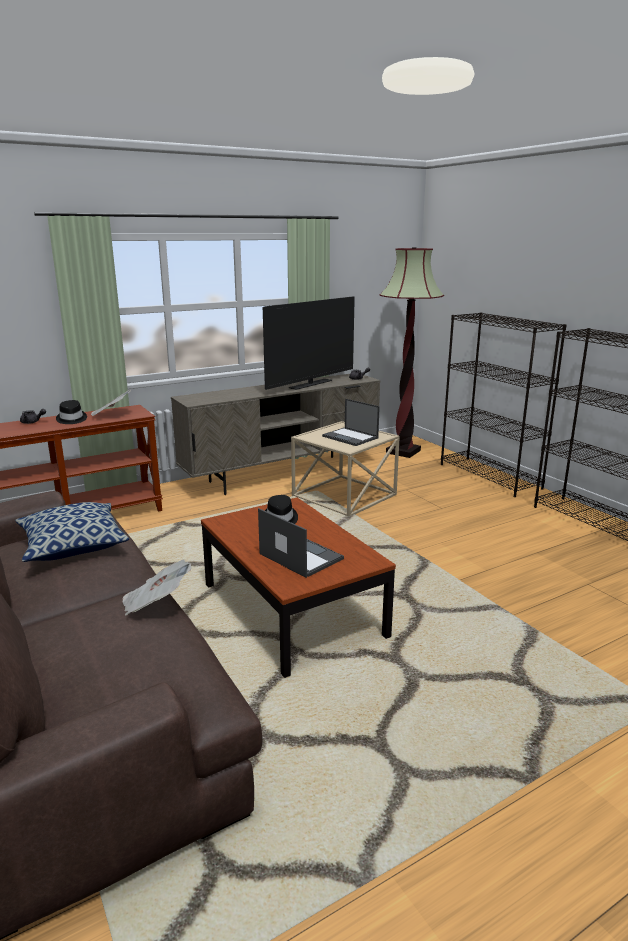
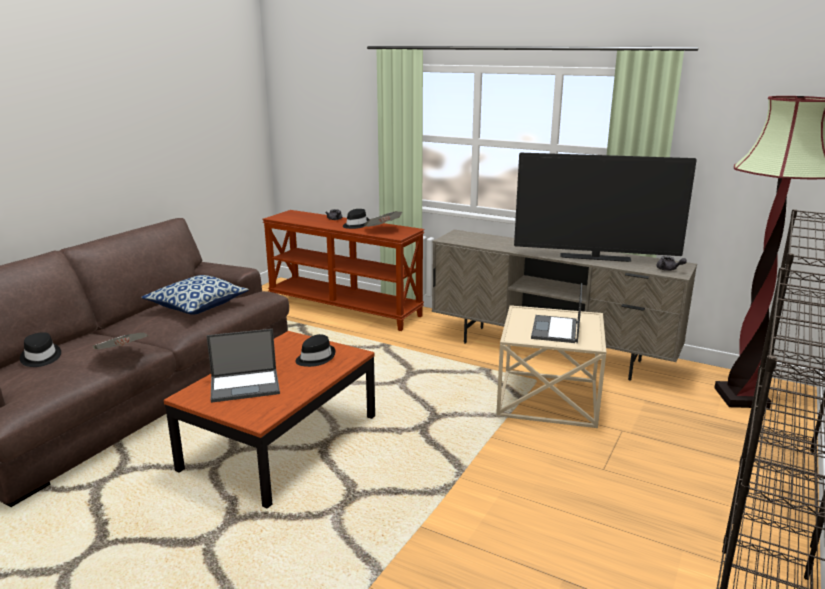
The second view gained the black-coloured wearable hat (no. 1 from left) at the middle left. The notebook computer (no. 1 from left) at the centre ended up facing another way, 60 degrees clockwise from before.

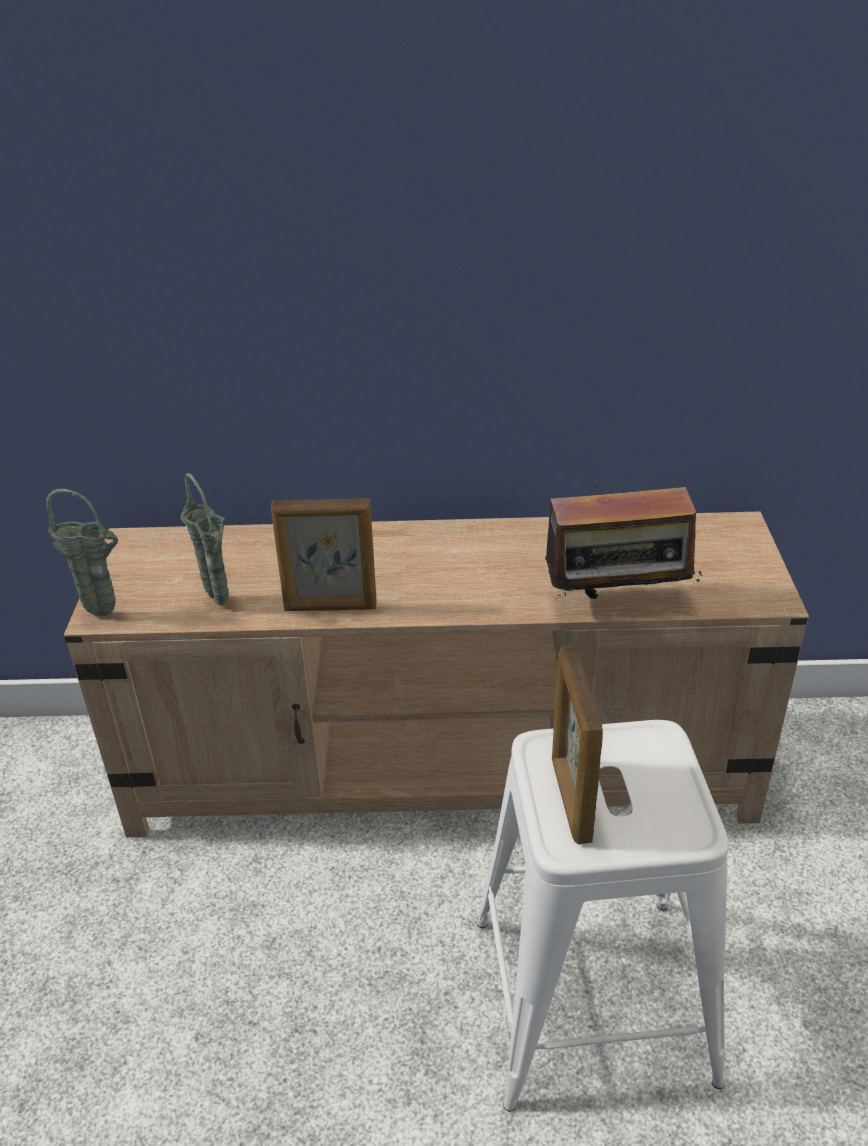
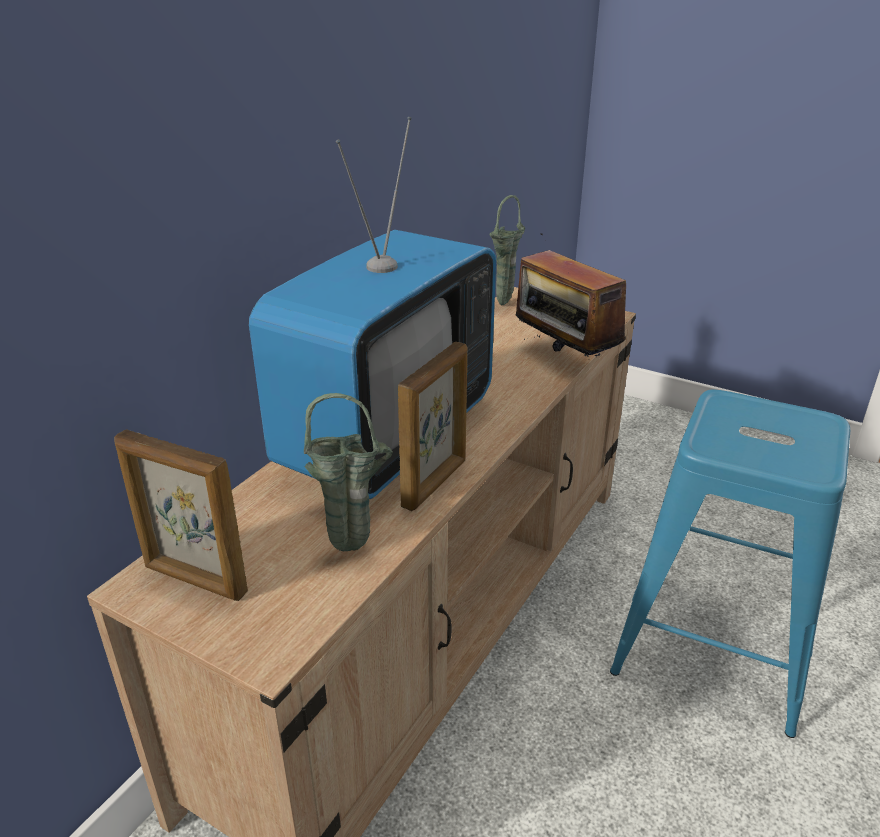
The second view gained the TV at the centre. The greenish decorative vase (no. 1 from left in the first image) ended up elsewhere, having gone from the middle left to the top centre. The picture frame (no. 2 from left in the first image) ended up elsewhere, having gone from the centre to the middle left. What was the white-coloured sitting stool at the bottom right turned into the bluish sitting stool at the bottom right. The radio set at the middle right ended up facing another way, 120 degrees clockwise from before.

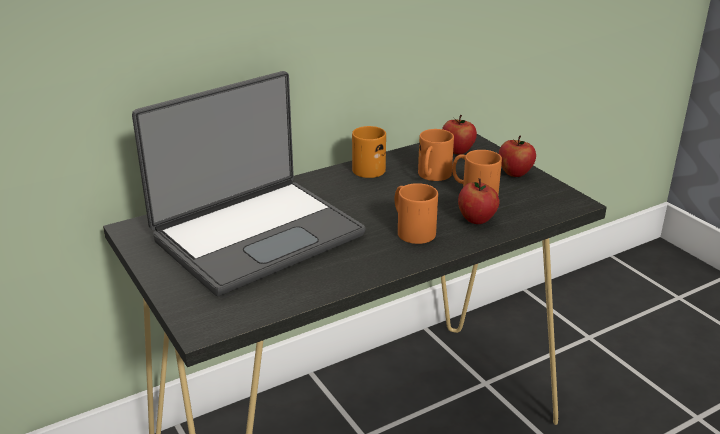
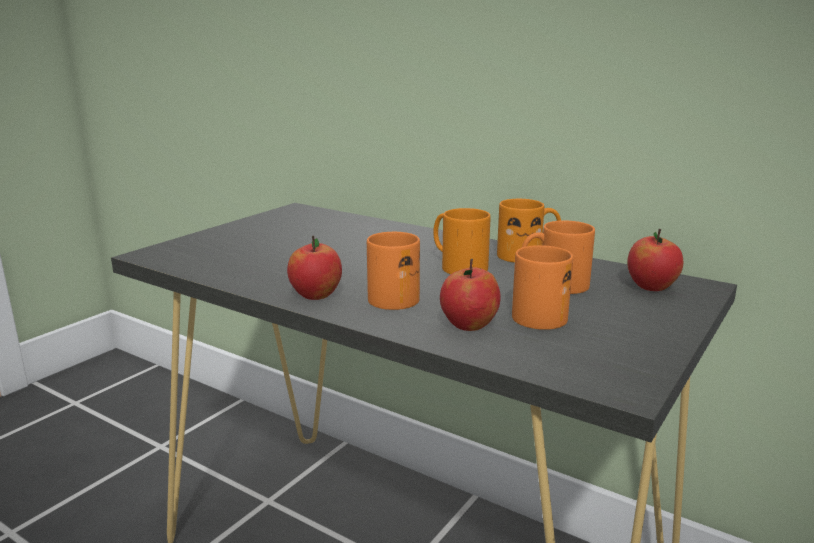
The second view lost the notebook computer at the centre. The second view gained the orangey coffee mug (no. 2 from left) at the centre. The apple (no. 3 from left in the first image) ended up elsewhere, having gone from the middle right to the centre.

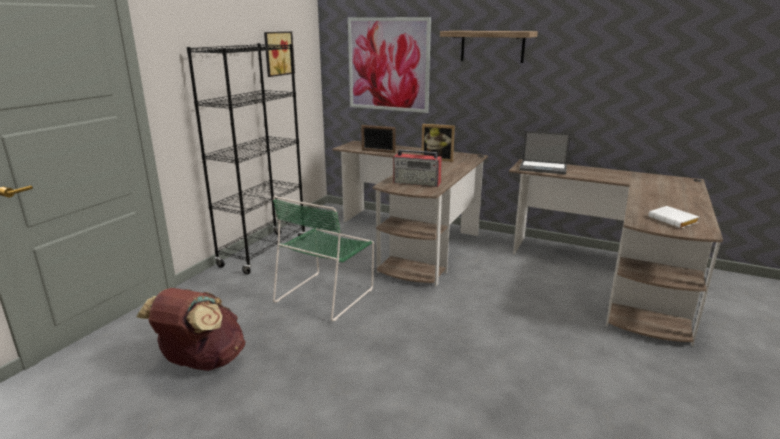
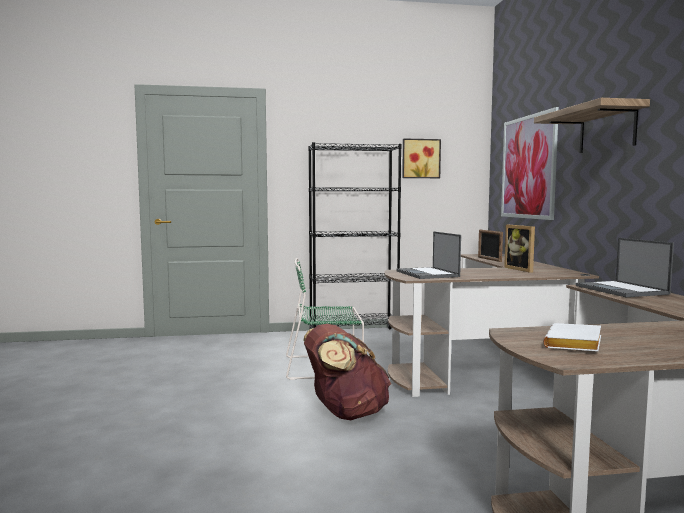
The brown backpack ended up elsewhere, having gone from the bottom left to the bottom centre. Where the radio set stood at the centre, the notebook computer (no. 1 from left) came to stand at the centre.

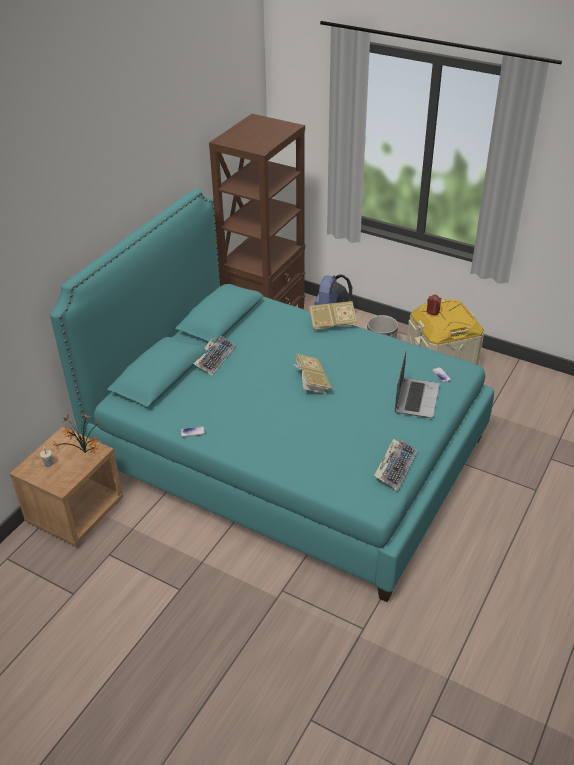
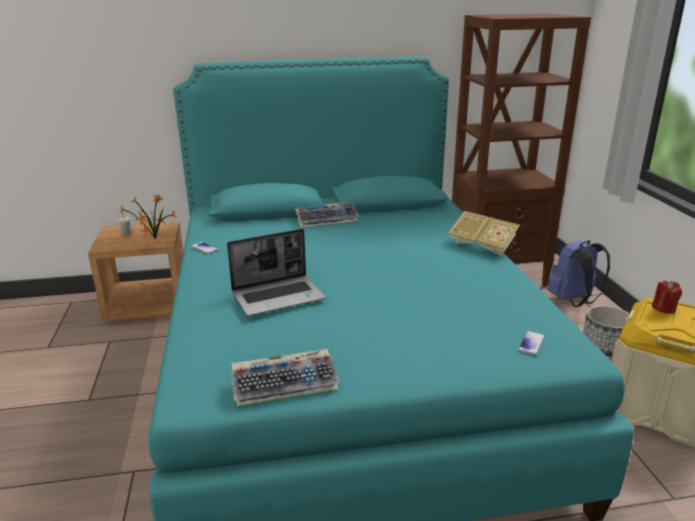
The second view lost the volume (no. 1 from left) at the centre. The notebook computer ended up elsewhere, having gone from the middle right to the centre.

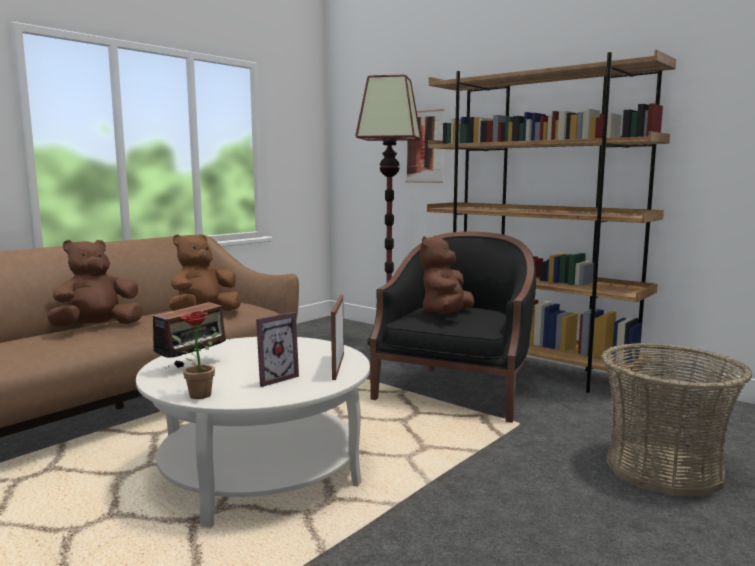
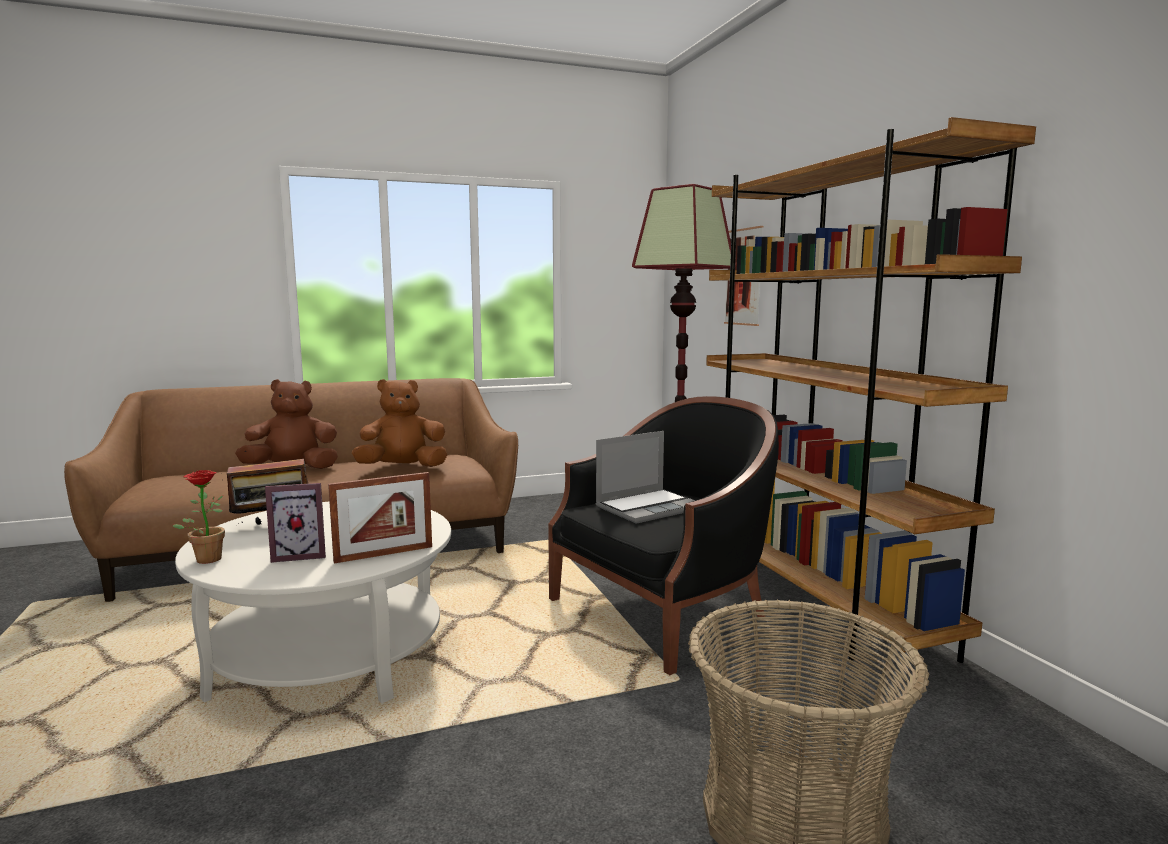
Where the brown cuddly toy (no. 3 from left) stood at the centre, the notebook computer came to stand at the centre. The picture frame (no. 2 from left) at the centre ended up facing another way, 150 degrees counterclockwise from before.

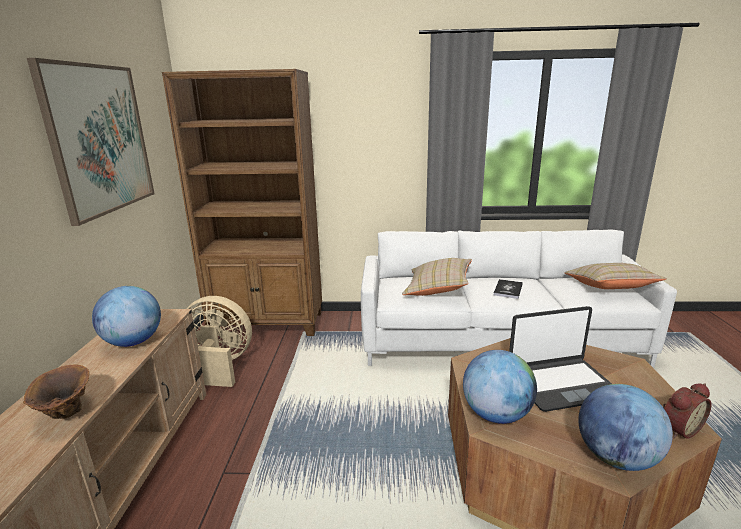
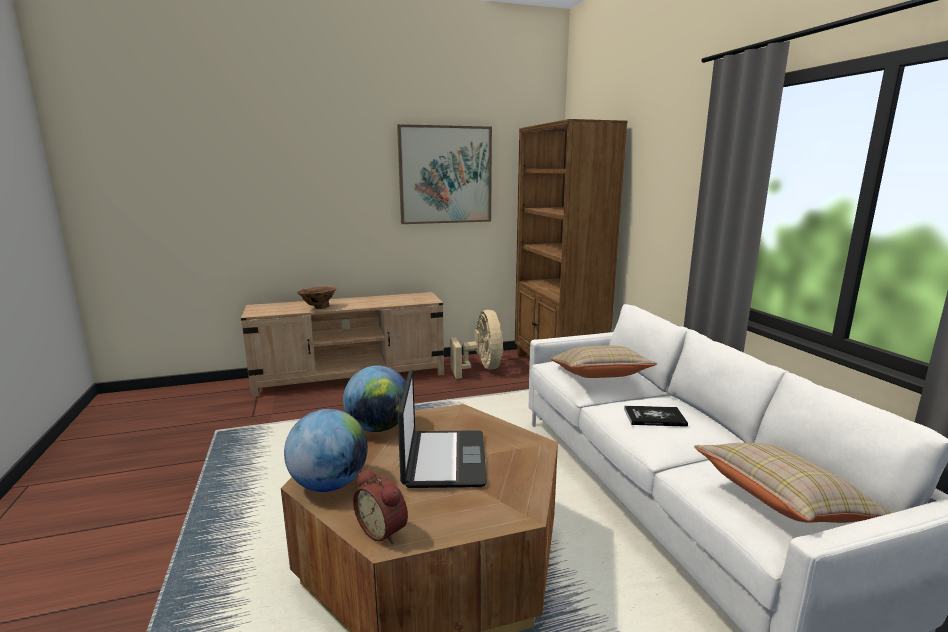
The second view lost the world globe (no. 1 from left) at the middle left. The notebook computer at the bottom right ended up facing another way, 150 degrees counterclockwise from before.

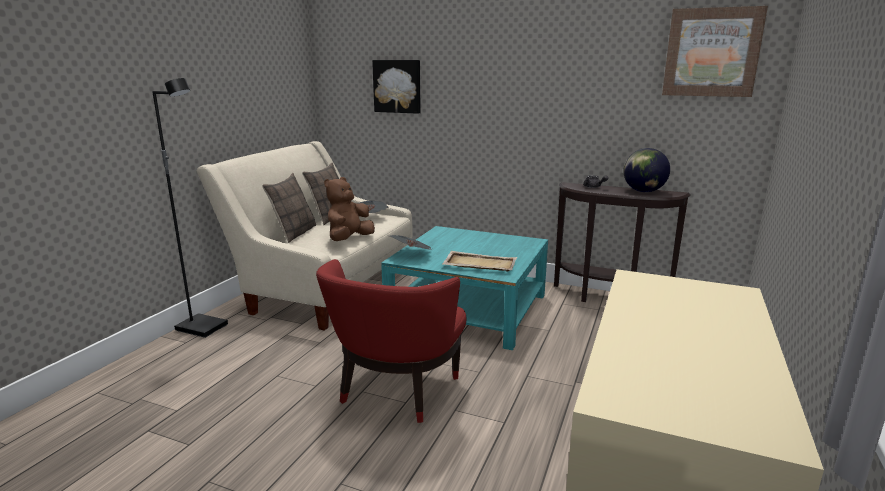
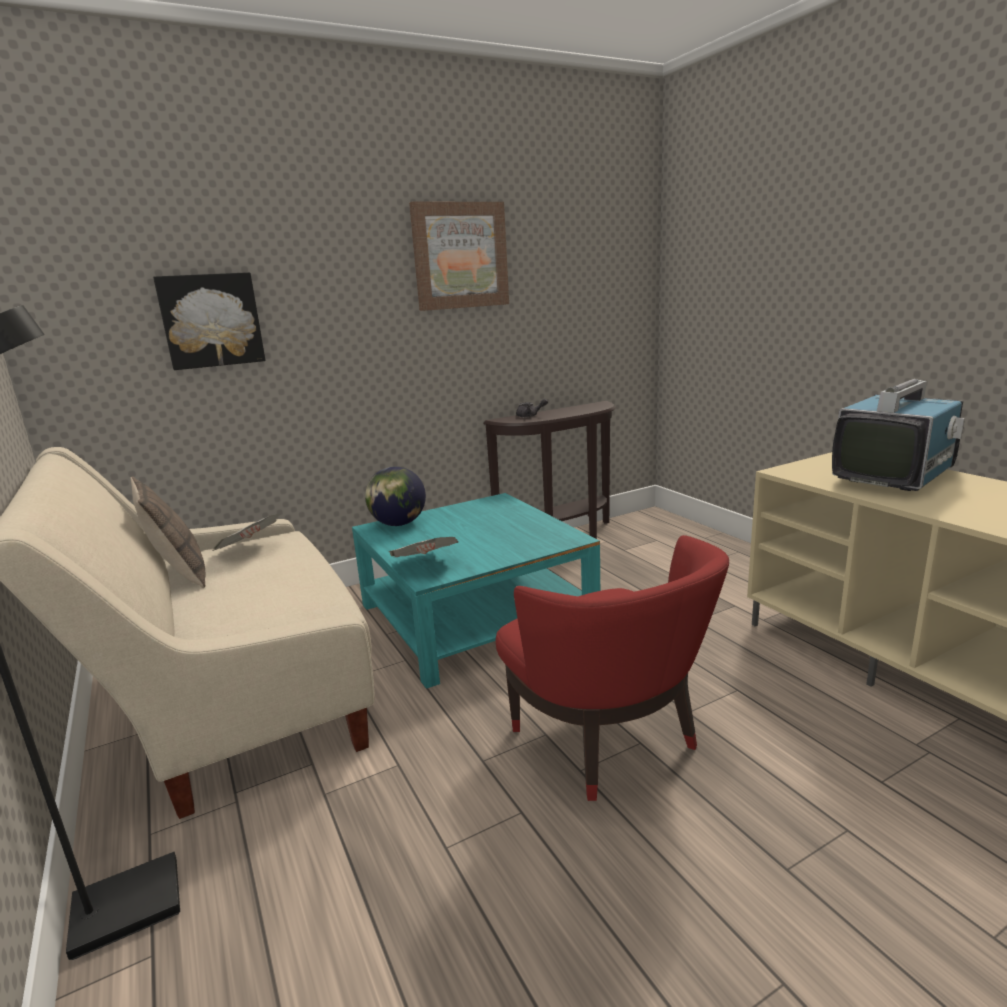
The second view lost the pillow (no. 1 from left) at the middle left. The second view lost the brown cuddly toy at the centre. The second view lost the sand-coloured tray at the centre. The second view gained the TV at the middle right. The world globe ended up elsewhere, having gone from the middle right to the centre. The picture (no. 2 from left) ended up elsewhere, having gone from the top right to the top centre.

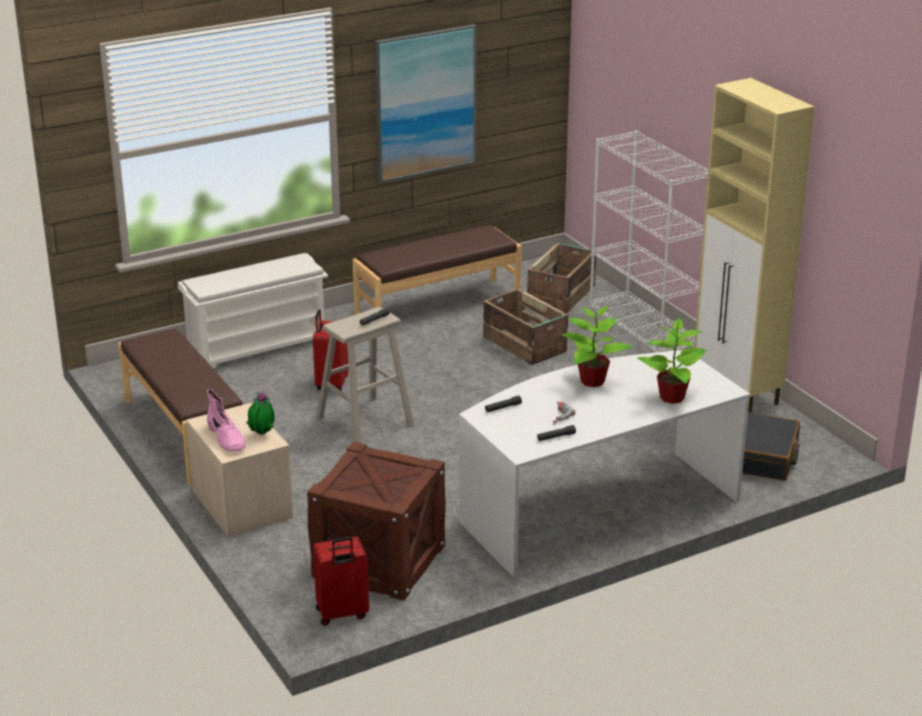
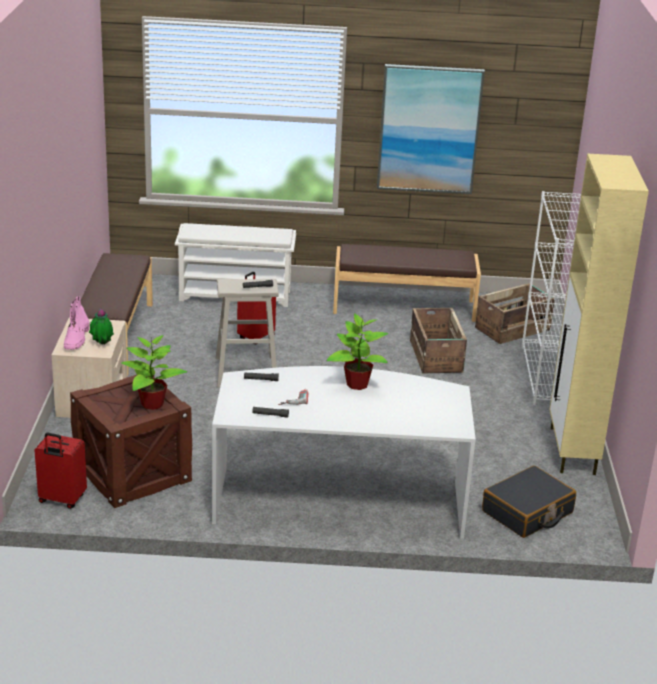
The plant in a pot (no. 3 from left in the first image) ended up elsewhere, having gone from the middle right to the middle left.

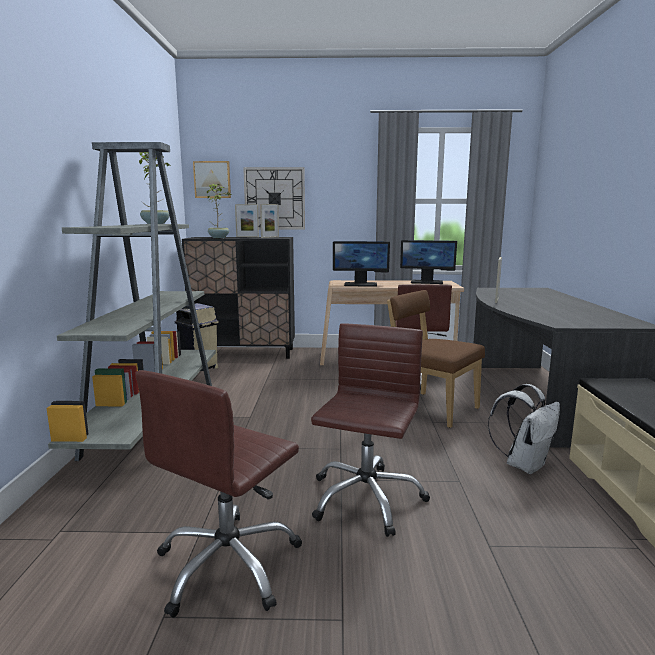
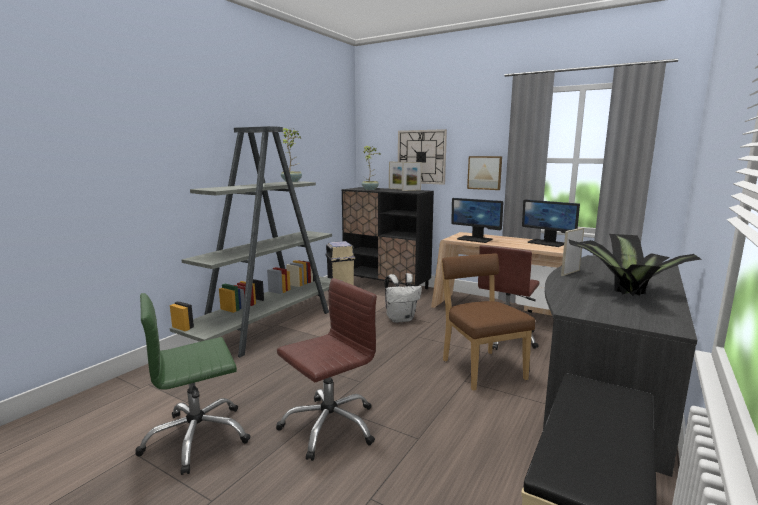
The second view gained the plant in a pot (no. 3 from left) at the middle right. The picture ended up elsewhere, having gone from the top left to the centre. The white-coloured backpack ended up elsewhere, having gone from the middle right to the centre. What was the brown office chair (no. 1 from left) at the bottom left turned into the greenish office chair at the bottom left.

